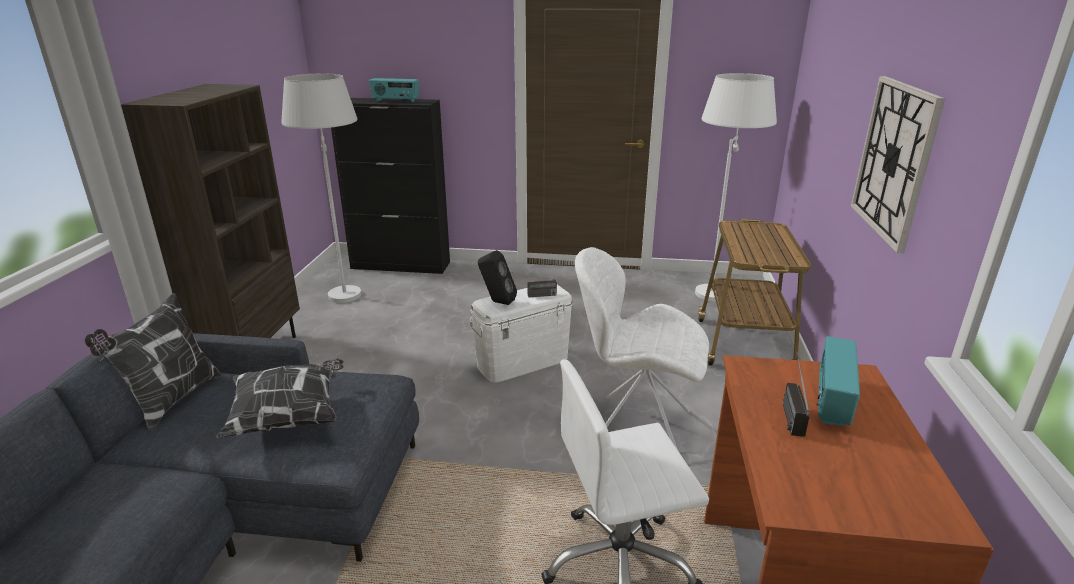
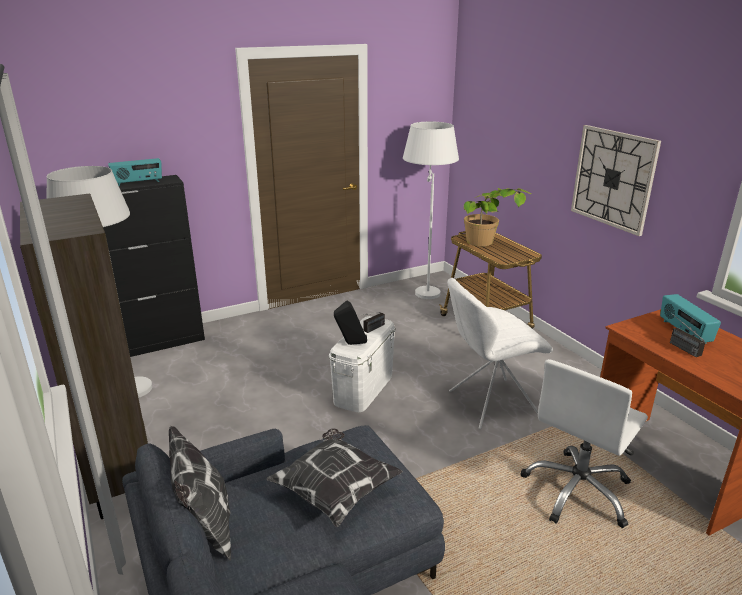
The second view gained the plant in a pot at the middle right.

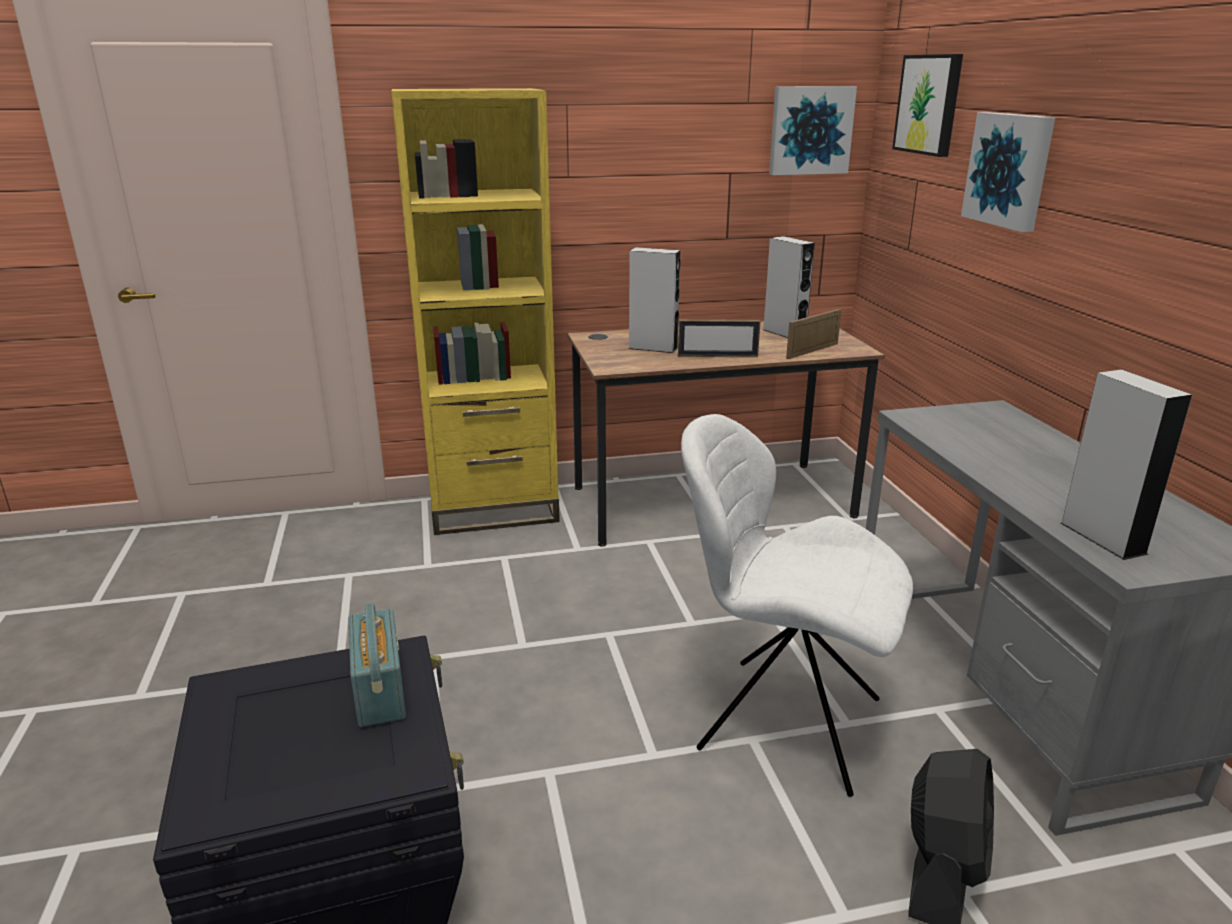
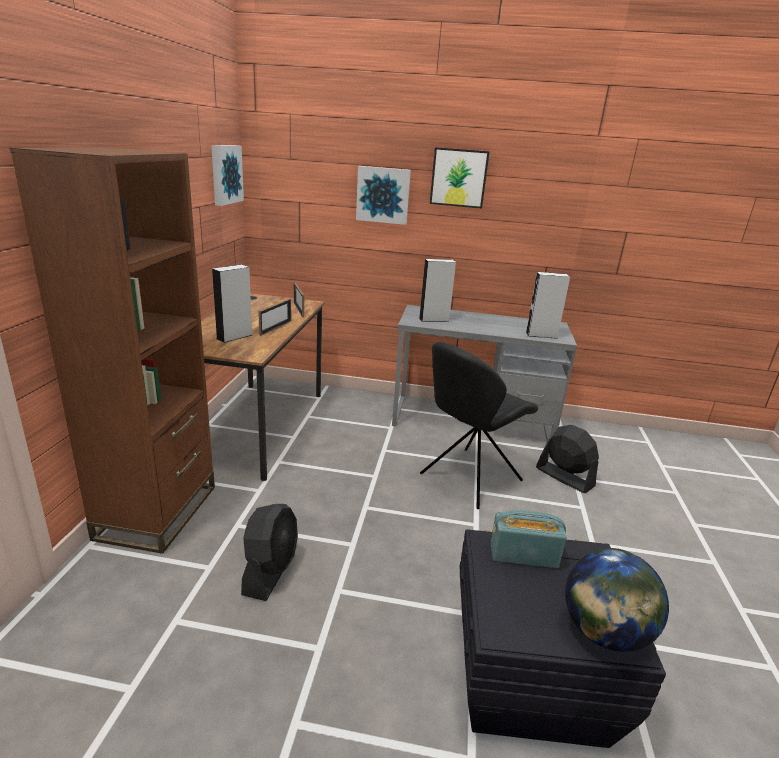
The second view gained the black-coloured electric fan (no. 1 from left) at the bottom centre. The second view gained the world globe at the bottom right. The greyish audio speaker (no. 2 from left) ended up elsewhere, having gone from the top centre to the centre. The picture (no. 2 from left in the first image) ended up elsewhere, having gone from the top right to the top centre. What was the yellowish bookcase at the centre turned into the brown bookcase at the middle left. What was the white-coloured plain chair at the centre turned into the black-coloured plain chair at the centre.

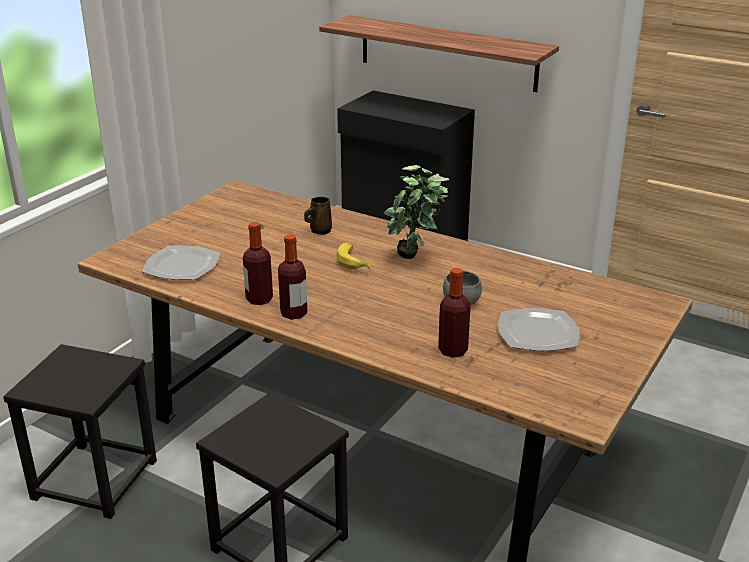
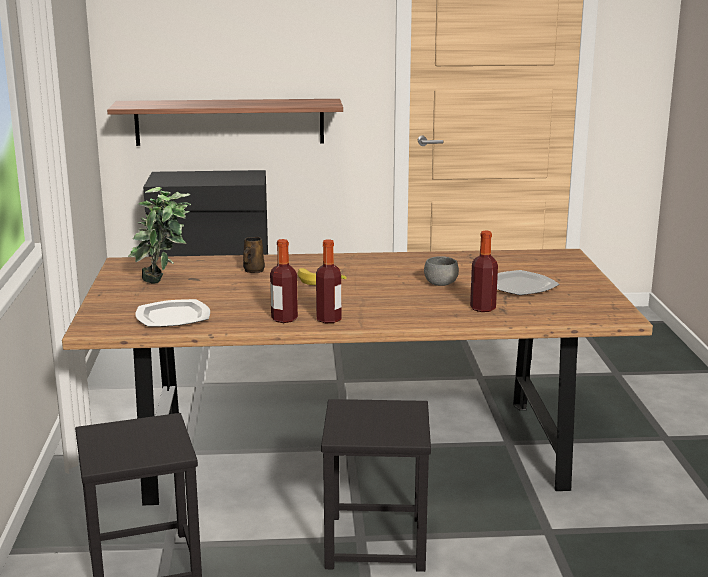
The plant in a pot ended up elsewhere, having gone from the centre to the middle left.

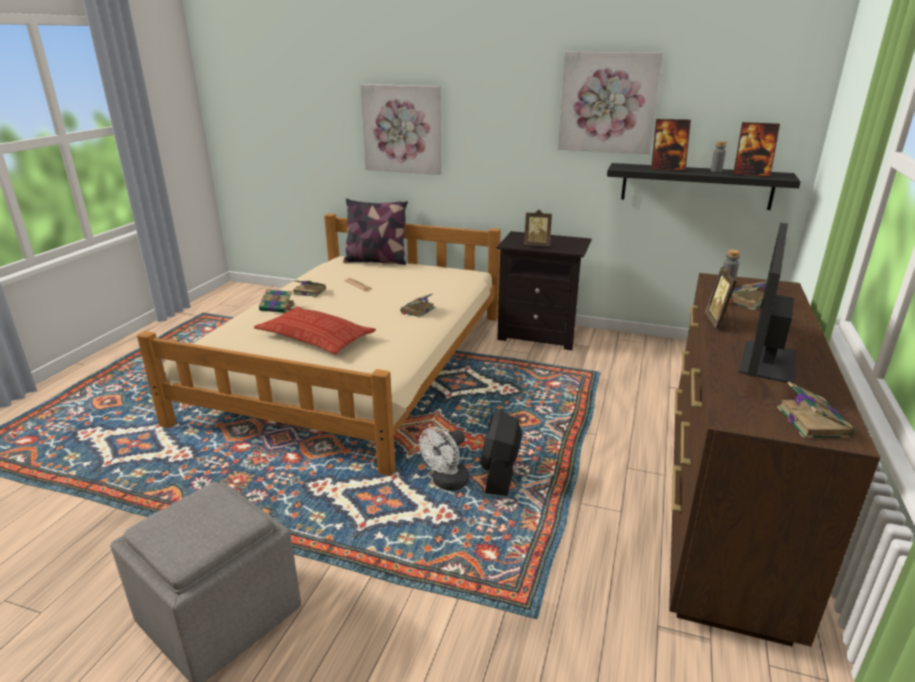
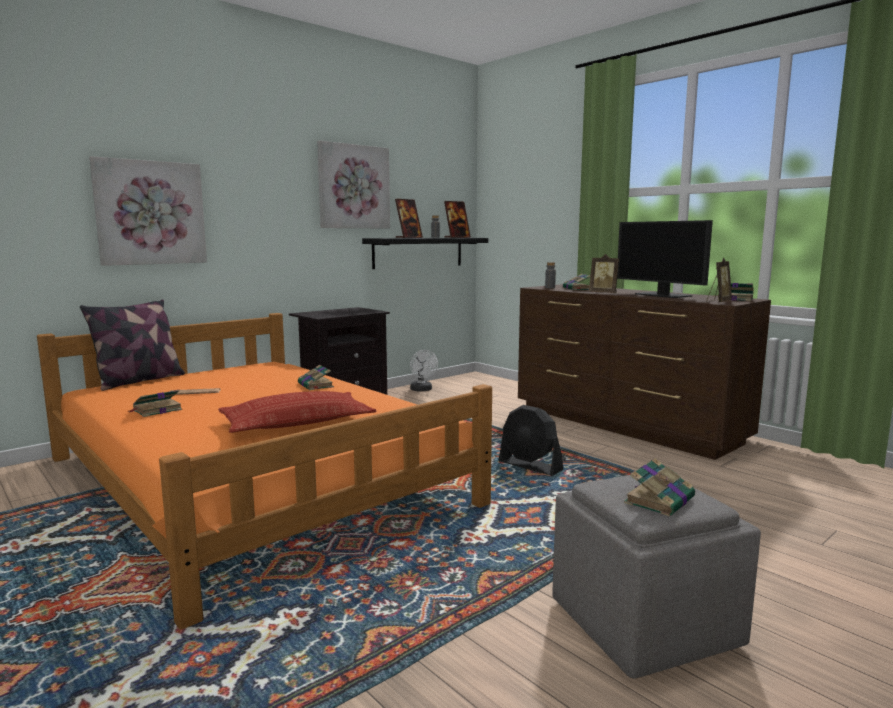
The volume (no. 1 from left in the first image) ended up elsewhere, having gone from the middle left to the bottom right. The white-coloured electric fan ended up elsewhere, having gone from the bottom centre to the centre. The picture frame (no. 1 from left in the first image) ended up elsewhere, having gone from the centre to the middle right. What was the sand-coloured sleeping bed at the centre turned into the orangey sleeping bed at the middle left.

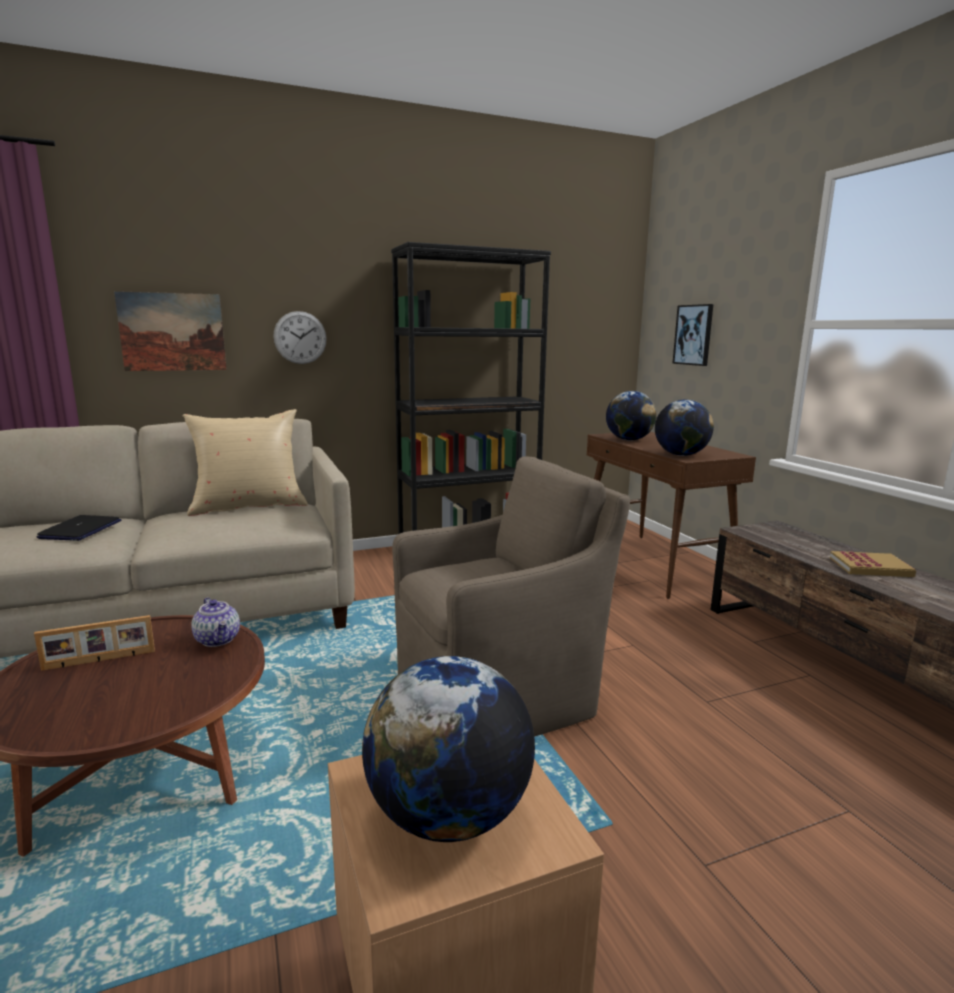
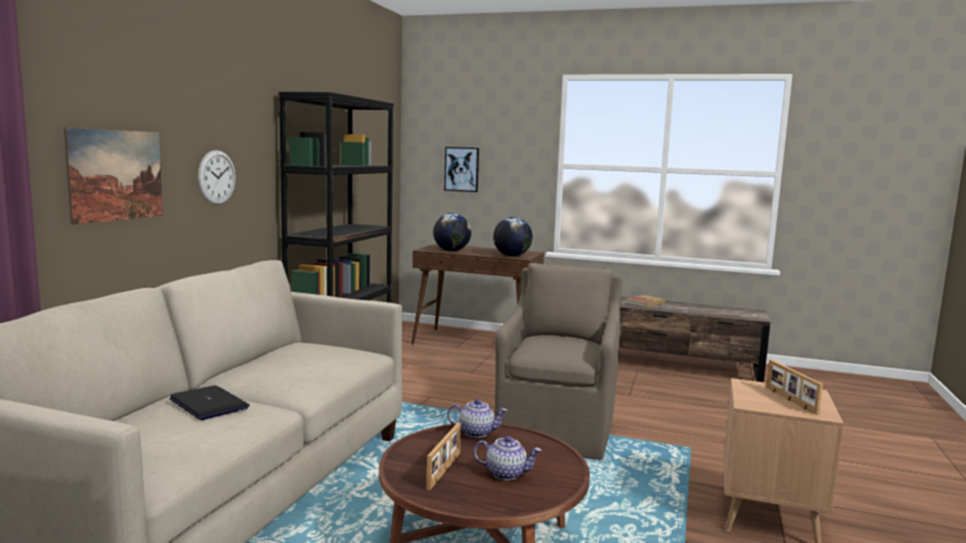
The second view lost the sand-coloured pillow at the middle left. The second view gained the teapot (no. 2 from left) at the bottom centre. Where the world globe (no. 1 from left) stood at the bottom centre, the picture frame (no. 2 from left) came to stand at the bottom right.

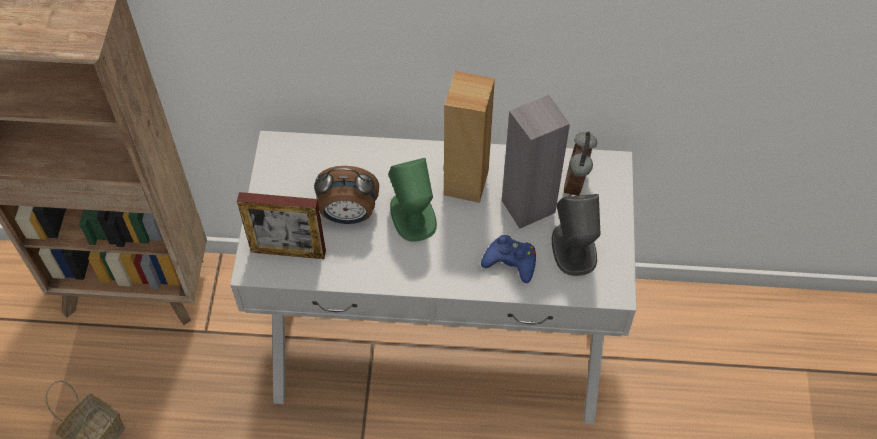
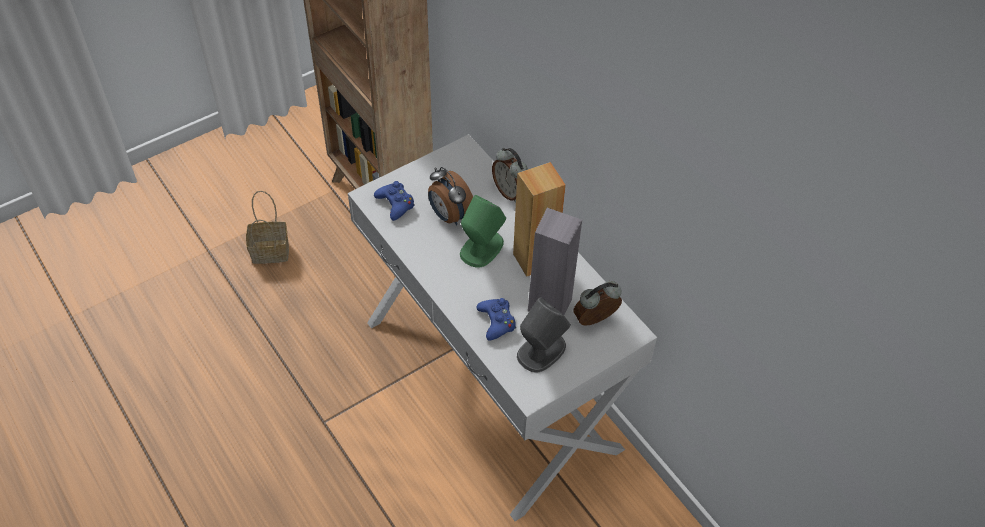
The second view gained the alarm clock (no. 2 from left) at the top centre. Where the picture frame stood at the middle left, the bluish gamepad (no. 1 from left) came to stand at the centre.

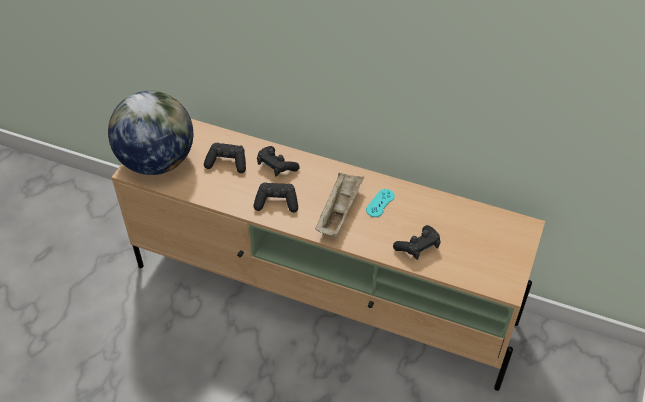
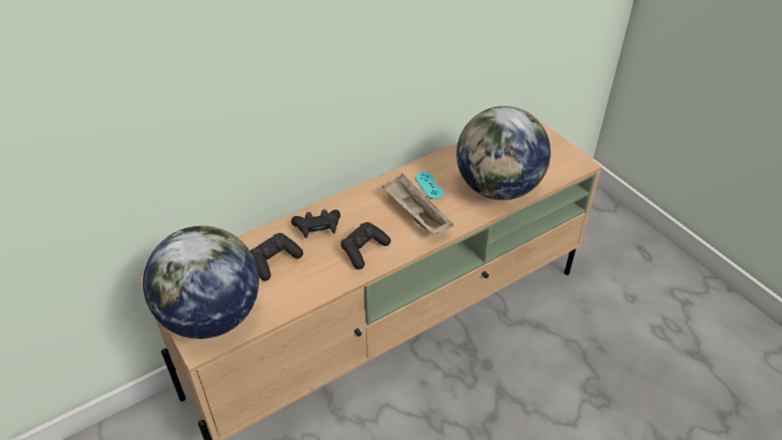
Where the black-coloured gamepad (no. 4 from left) stood at the centre, the world globe (no. 2 from left) came to stand at the centre.

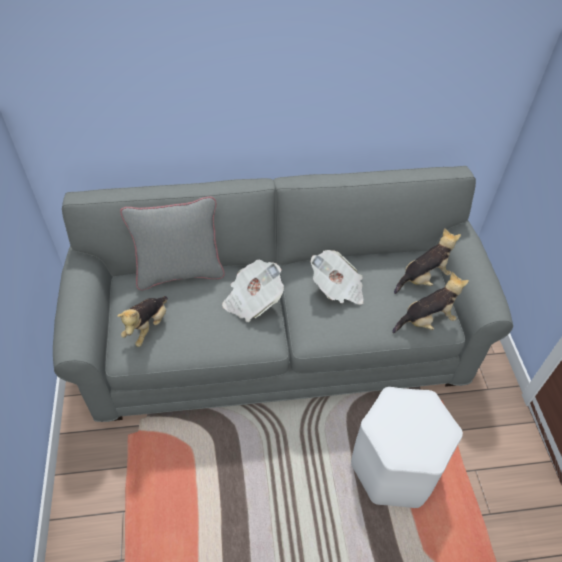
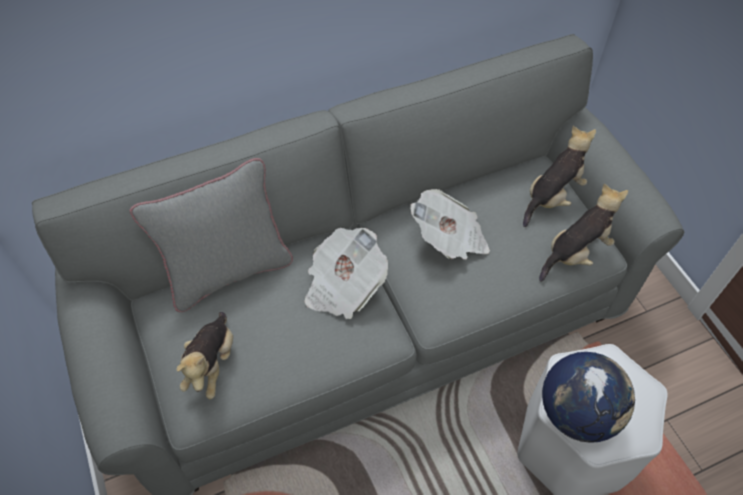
The second view gained the world globe at the bottom right.

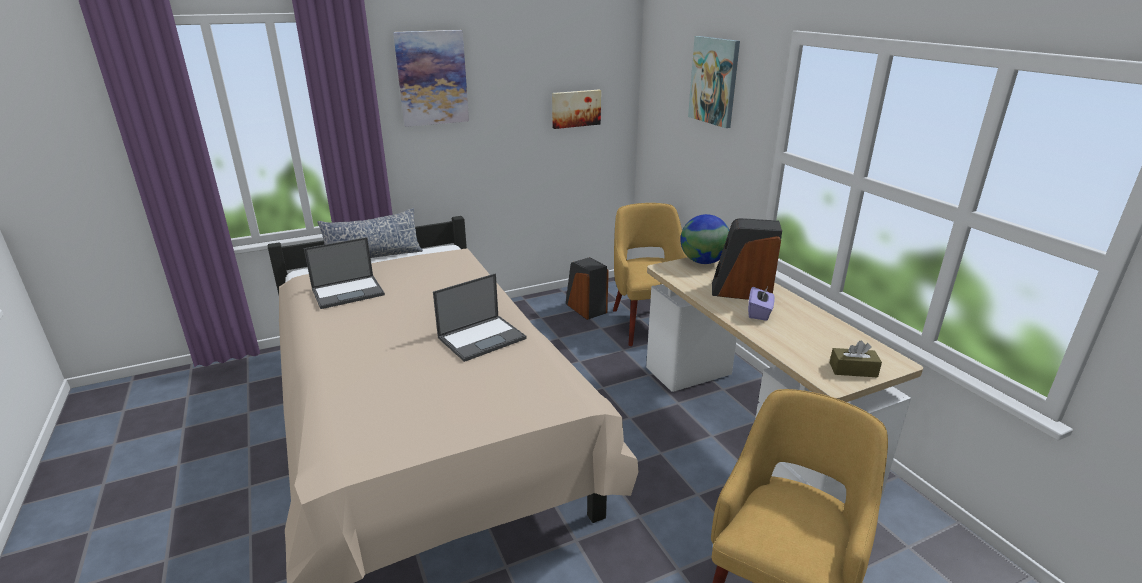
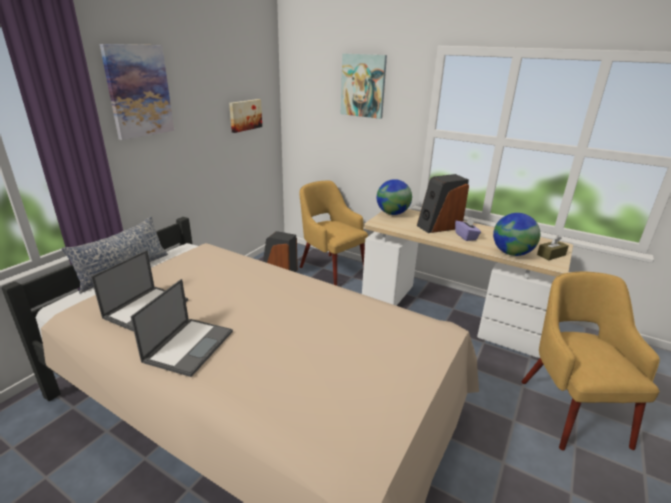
The second view gained the world globe (no. 2 from left) at the middle right. The notebook computer (no. 2 from left) ended up elsewhere, having gone from the centre to the middle left.

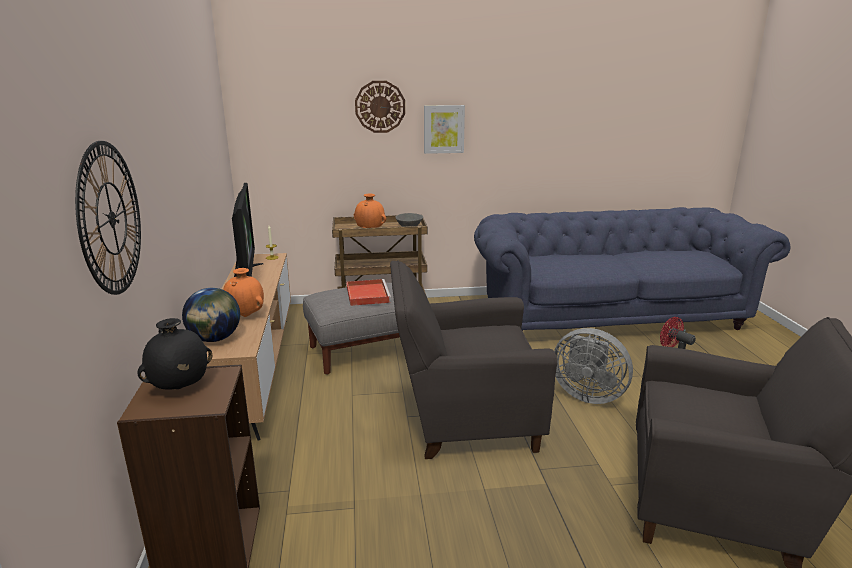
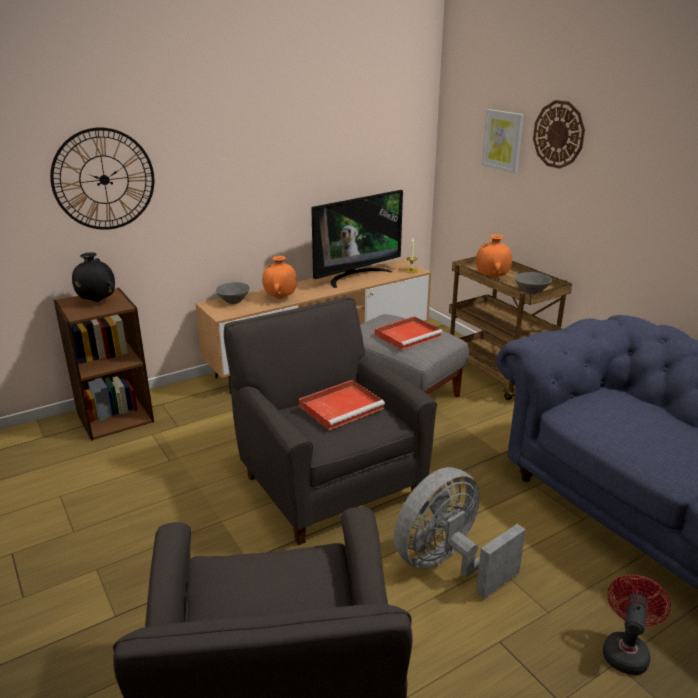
The second view gained the reddish tray (no. 1 from left) at the centre. The picture ended up elsewhere, having gone from the top centre to the top right. Where the world globe stood at the middle left, the greyish deep dish (no. 1 from left) came to stand at the centre. The greyish electric fan at the middle right ended up facing another way, 45 degrees clockwise from before.

